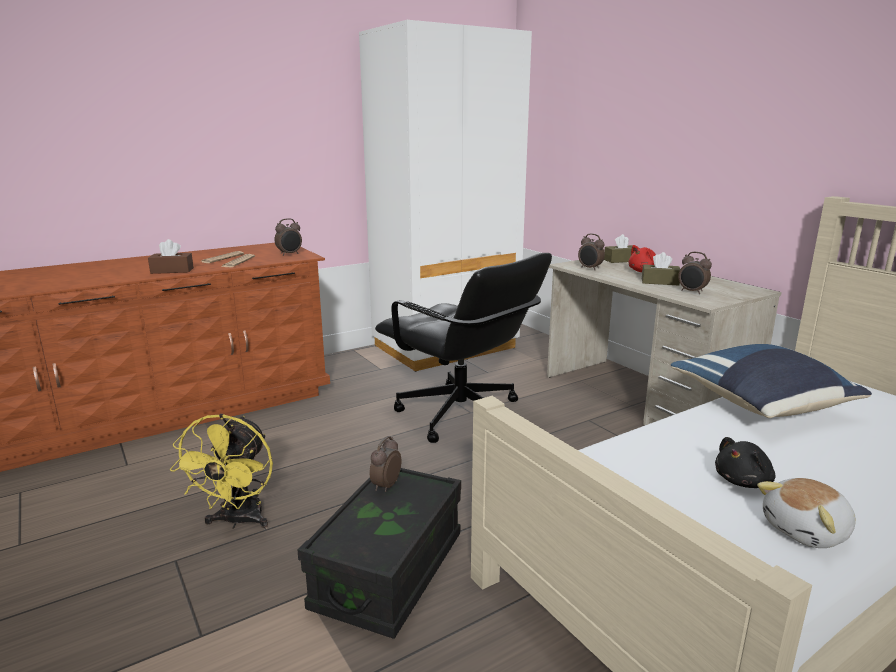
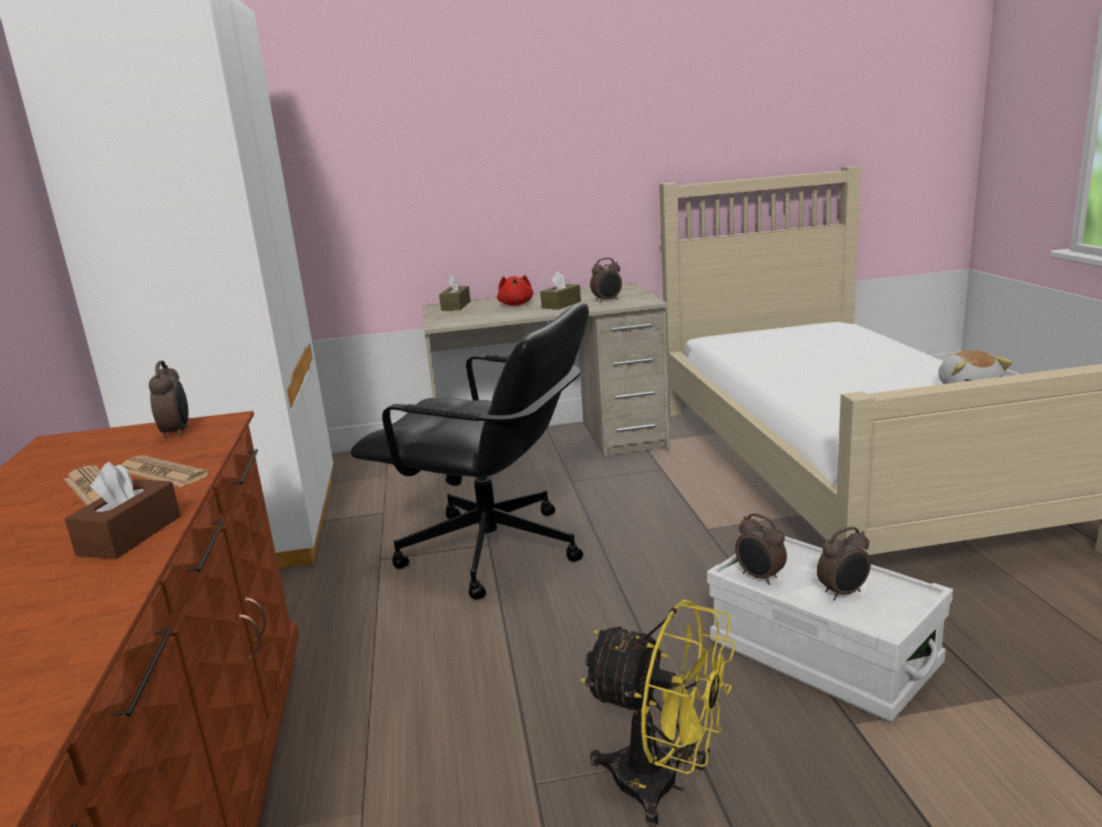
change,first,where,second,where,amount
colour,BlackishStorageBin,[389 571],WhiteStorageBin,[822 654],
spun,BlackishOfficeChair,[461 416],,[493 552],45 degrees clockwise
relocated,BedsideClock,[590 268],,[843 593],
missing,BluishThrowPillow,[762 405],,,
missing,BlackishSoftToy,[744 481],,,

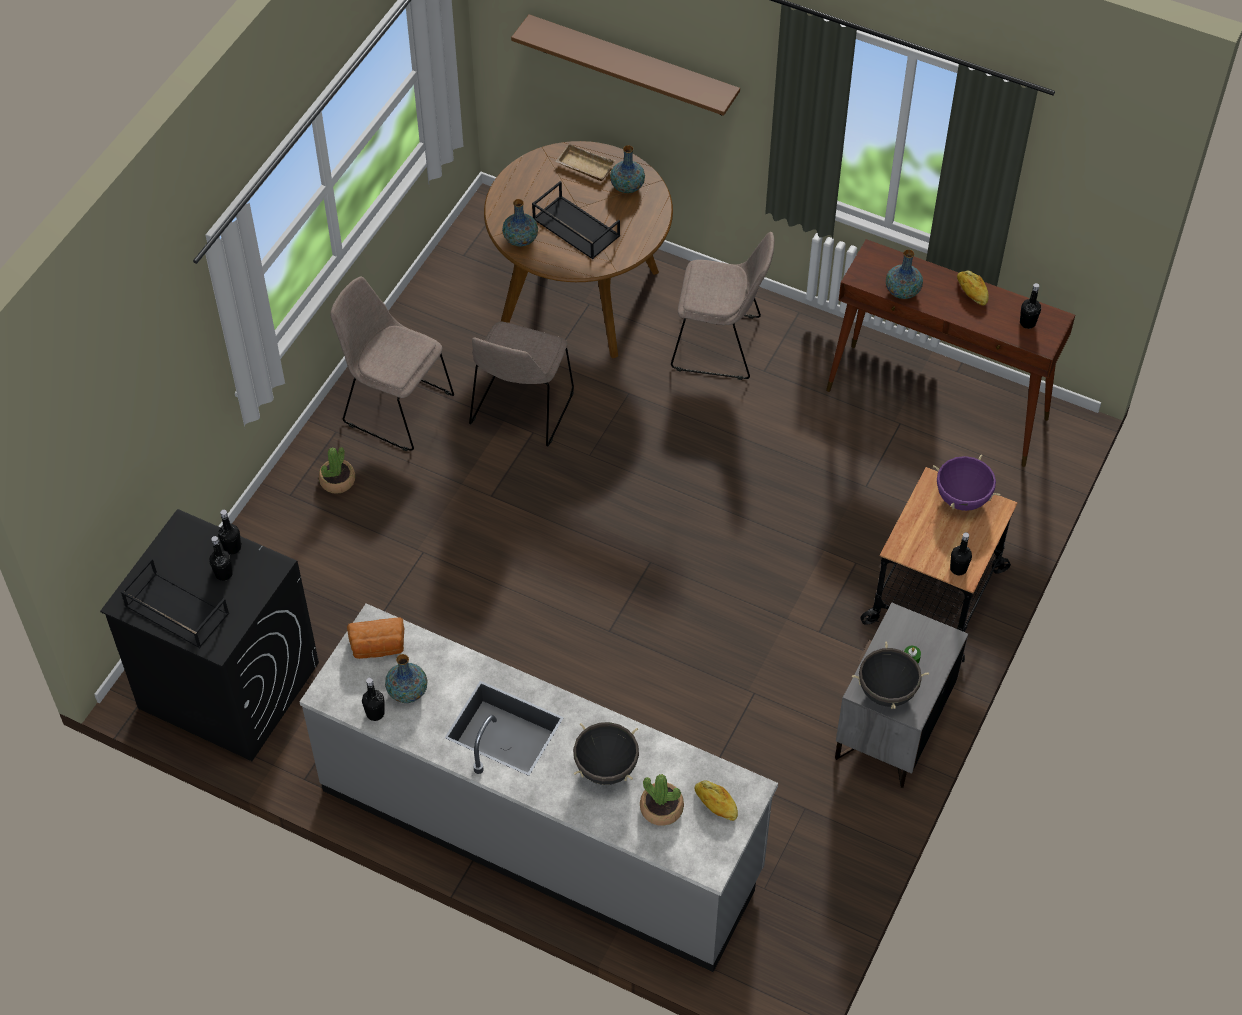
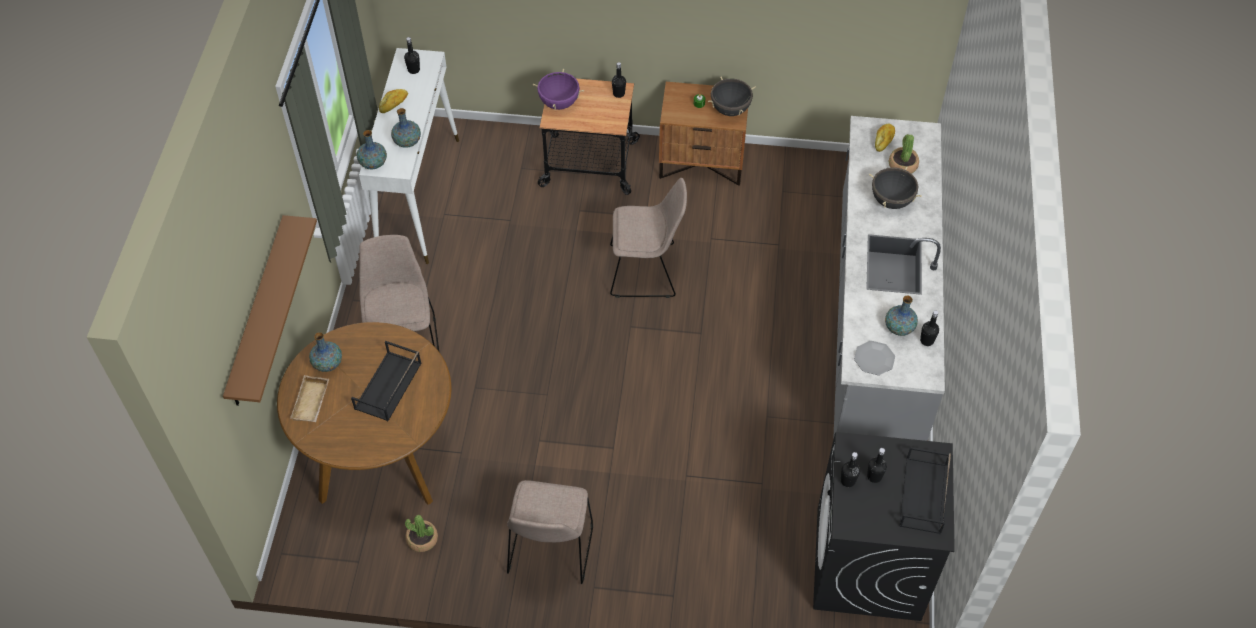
change,first,where,second,where,amount
relocated,PottedPlant,[337 480],,[422 539],
exchanged,Bread,[378 647],Plate,[874 359],
relocated,SandColouredUprightChair,[521 410],,[646 270],
relocated,FlowerVase,[520 239],,[373 163],
colour,BrownNarrowTable,[938 405],WhiteNarrowTable,[419 197],
colour,GrayBedsideTable,[893 728],BrownBedsideTable,[702 162],

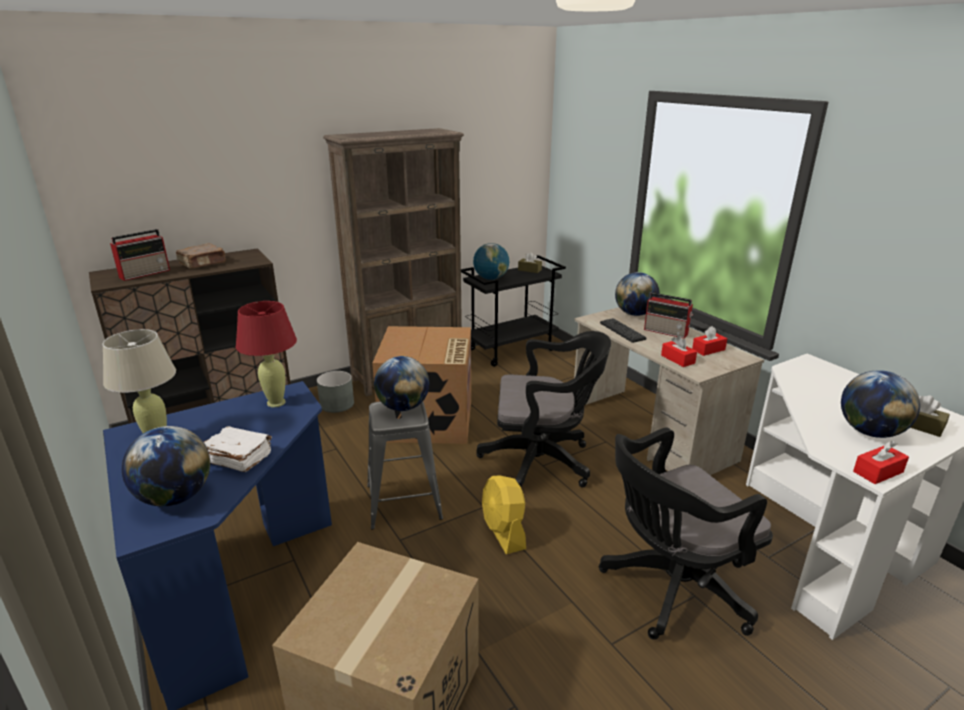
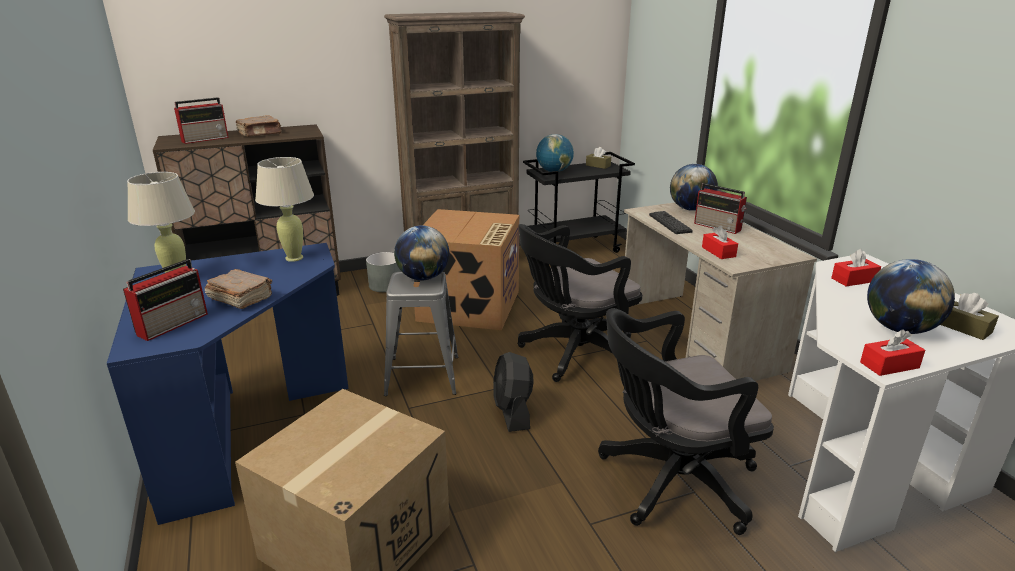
change,first,where,second,where,amount
exchanged,Globe,[175 497],RadioSet,[174 323],
colour,WhiteVolume,[237 458],BrownVolume,[240 298],
colour,RedLampForATable,[276 402],SandColouredLampForATable,[294 258],
spun,BlackishOfficeChair,[542 462],,[573 353],135 degrees clockwise
colour,YellowFan,[503 531],BlackishFan,[513 412],
relocated,RedTissueHolder,[708 350],,[854 280],

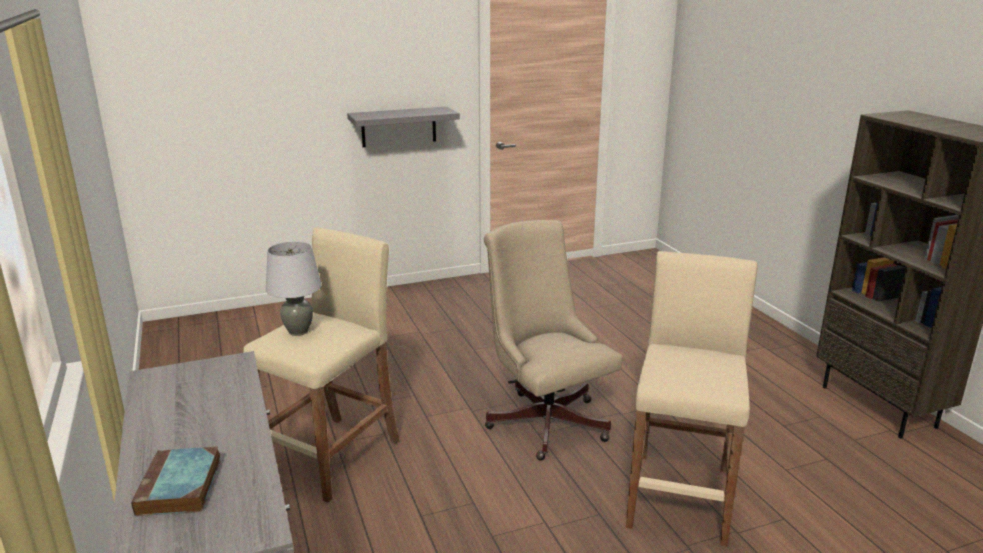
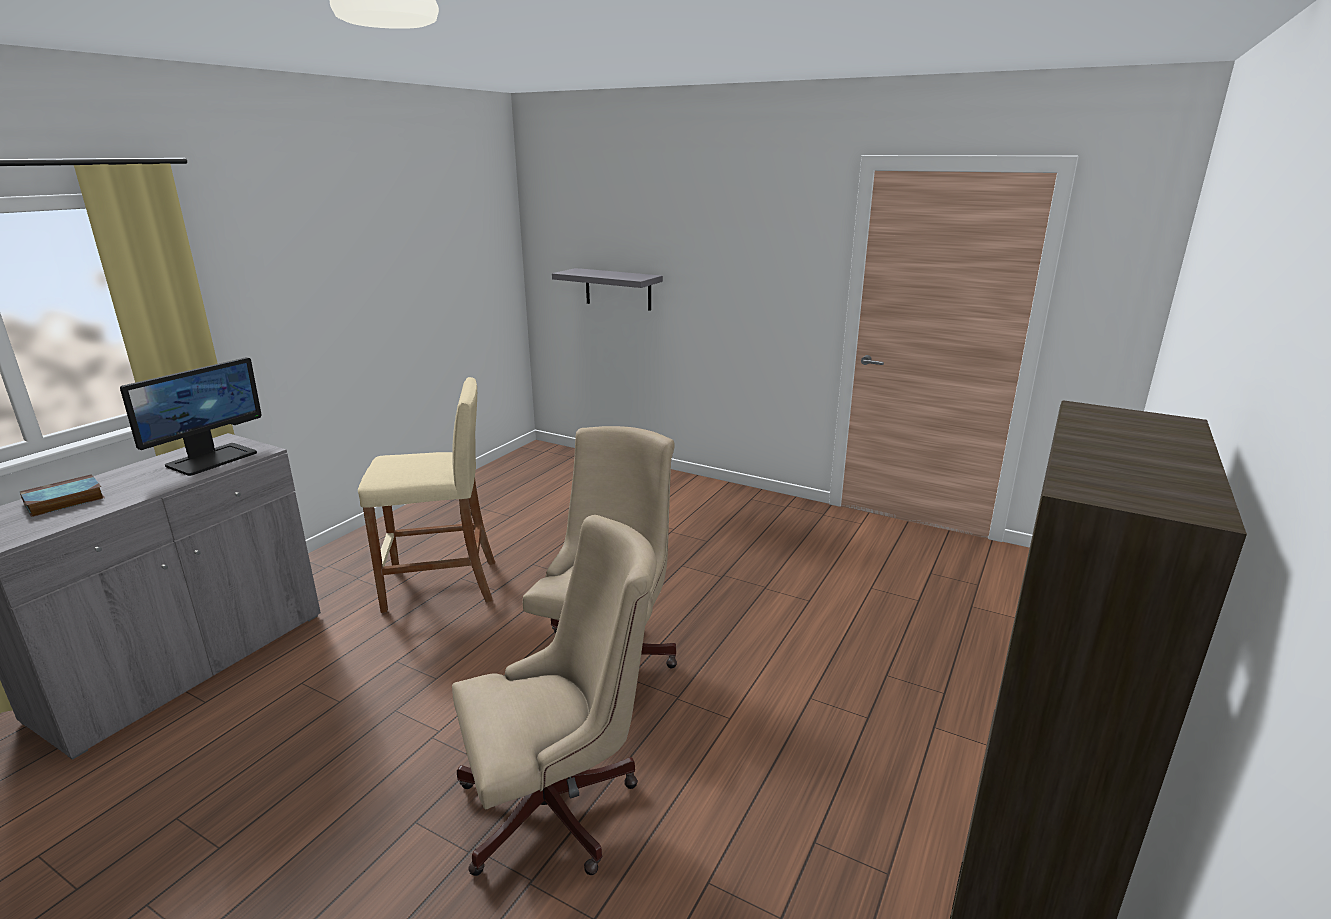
change,first,where,second,where,amount
missing,GrayLampForATable,[298 331],,,
relocated,GrayShelf,[398 127],,[618 289],
exchanged,SandColouredStoolSeat,[680 496],SandColouredOfficeChair,[560 806],
appeared,,,ComputerDisplay,[211 459],

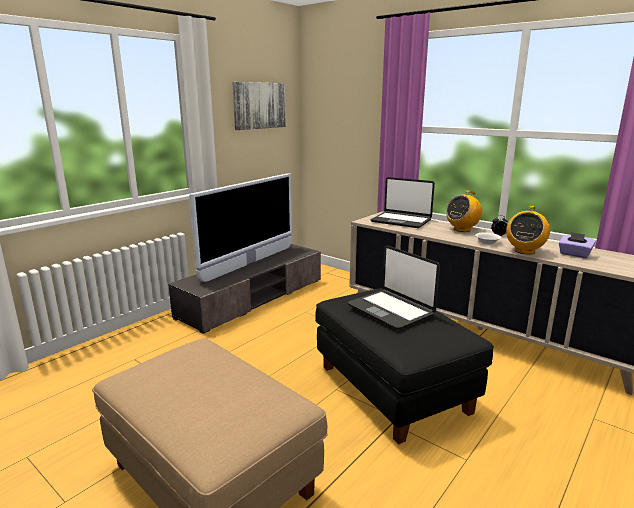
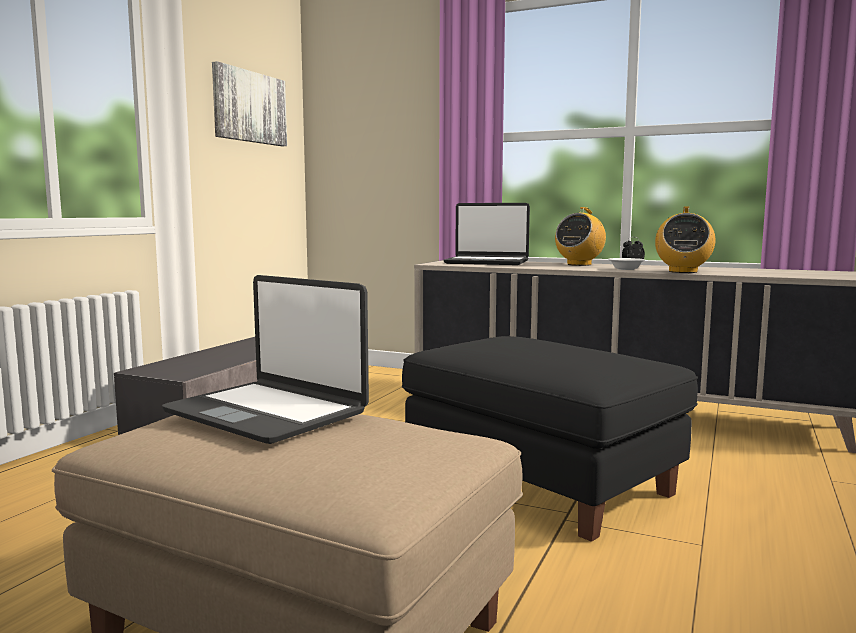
change,first,where,second,where,amount
missing,Television,[249 263],,,
relocated,PortableComputer,[391 310],,[267 412],
missing,PurpleTissueHolder,[574 254],,,

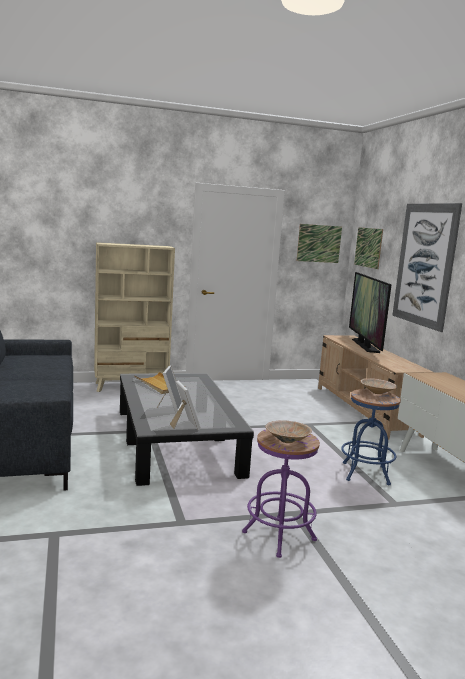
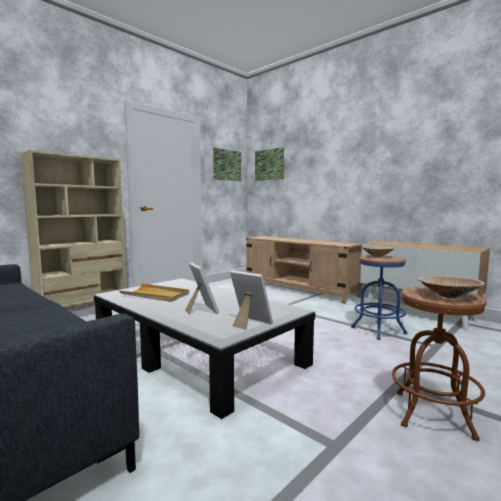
change,first,where,second,where,amount
colour,PurpleStoolSeat,[279 536],BrownStoolSeat,[433 414],
missing,Television,[364 345],,,
missing,Picture,[425 264],,,

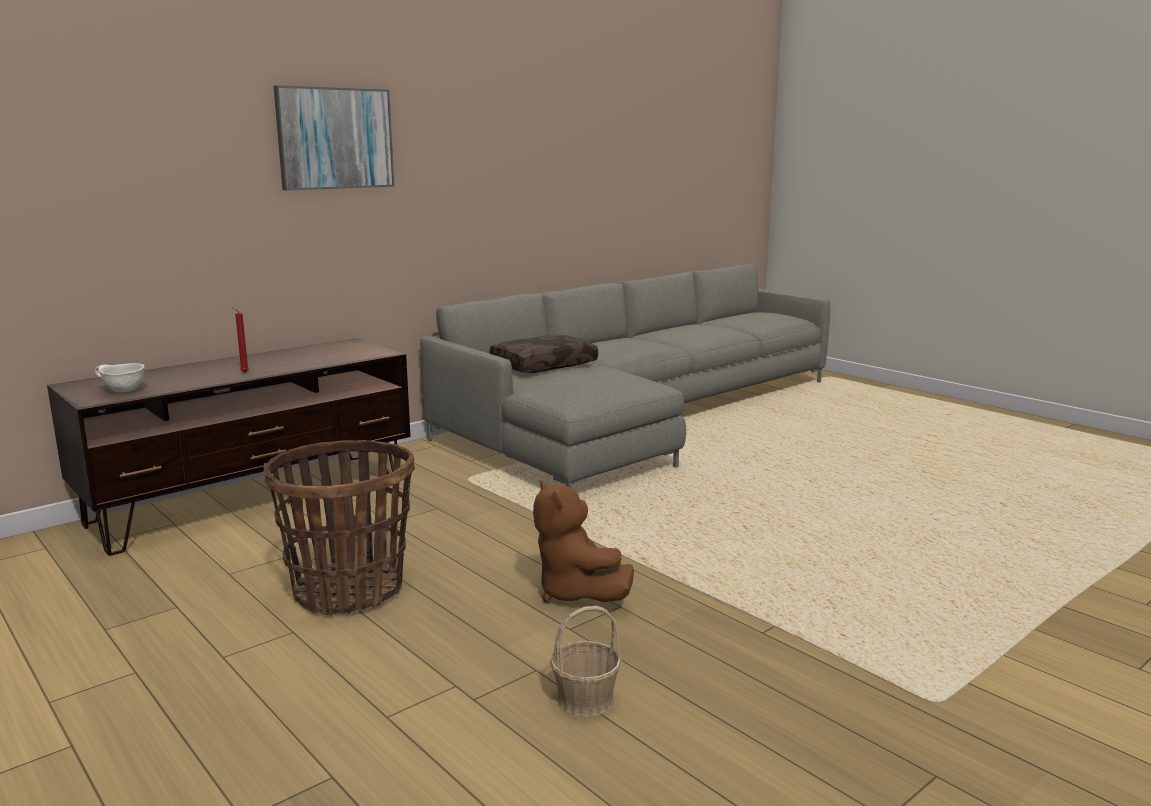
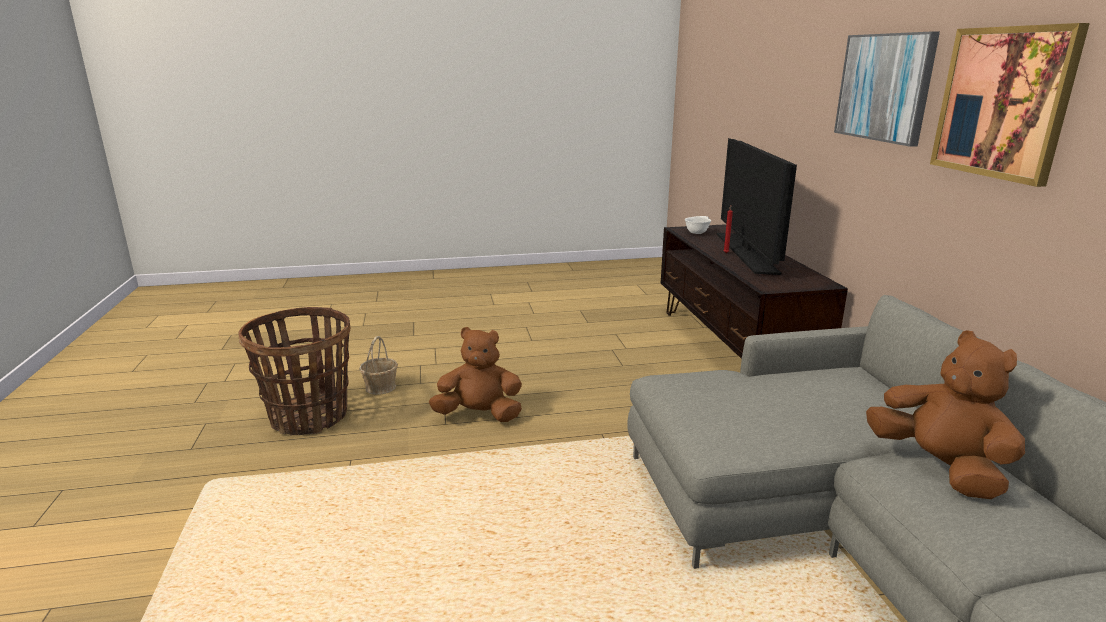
change,first,where,second,where,amount
relocated,StorageBasket,[349 591],,[309 416],
missing,BrownThrowPillow,[543 365],,,
appeared,,,Television,[747 253],
appeared,,,BrownSoftToy,[938 467],
appeared,,,Picture,[1003 103],

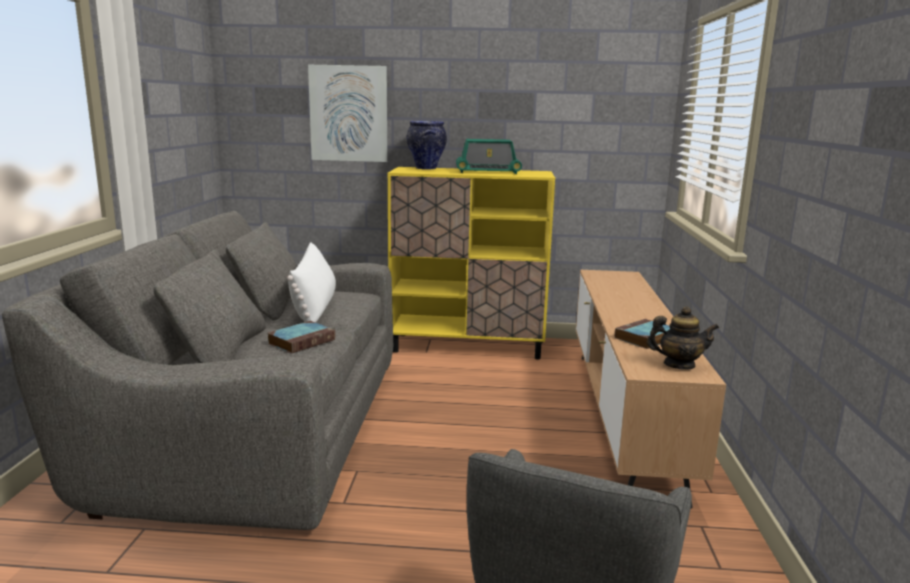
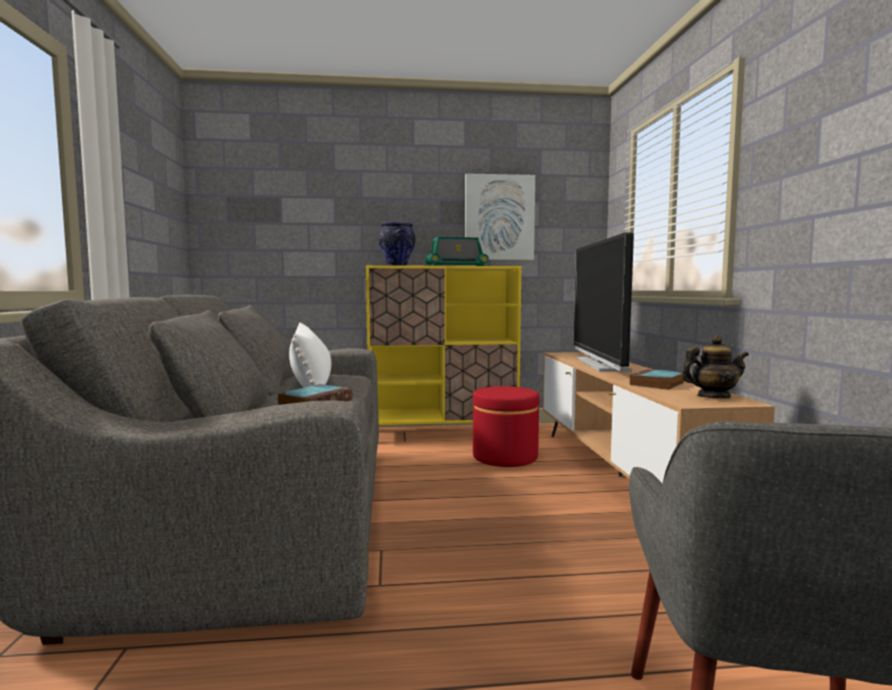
change,first,where,second,where,amount
relocated,Picture,[349 113],,[499 217],
appeared,,,RedFootrest,[505 457],
appeared,,,Television,[601 364],

